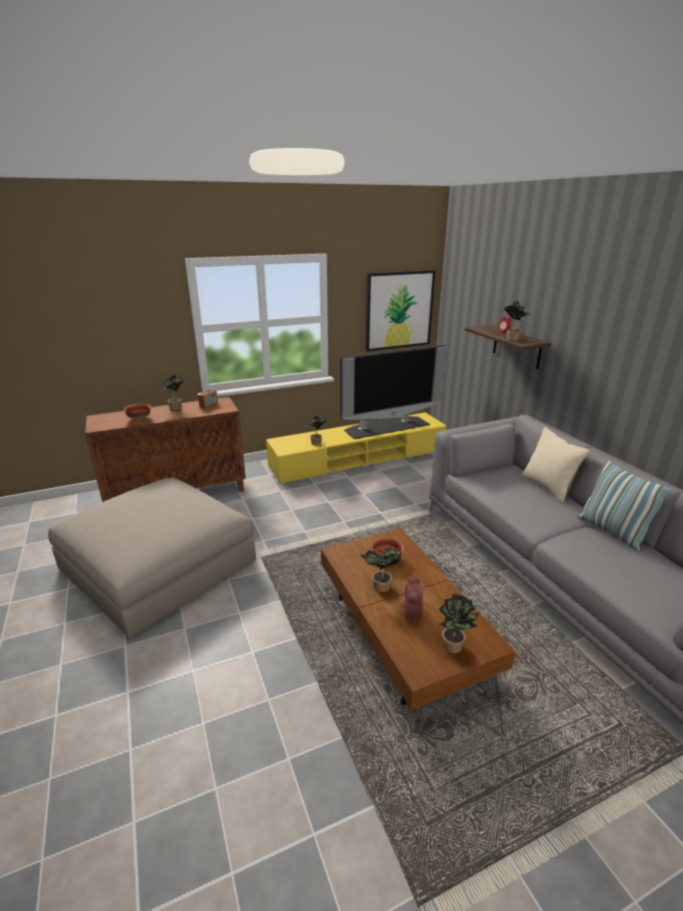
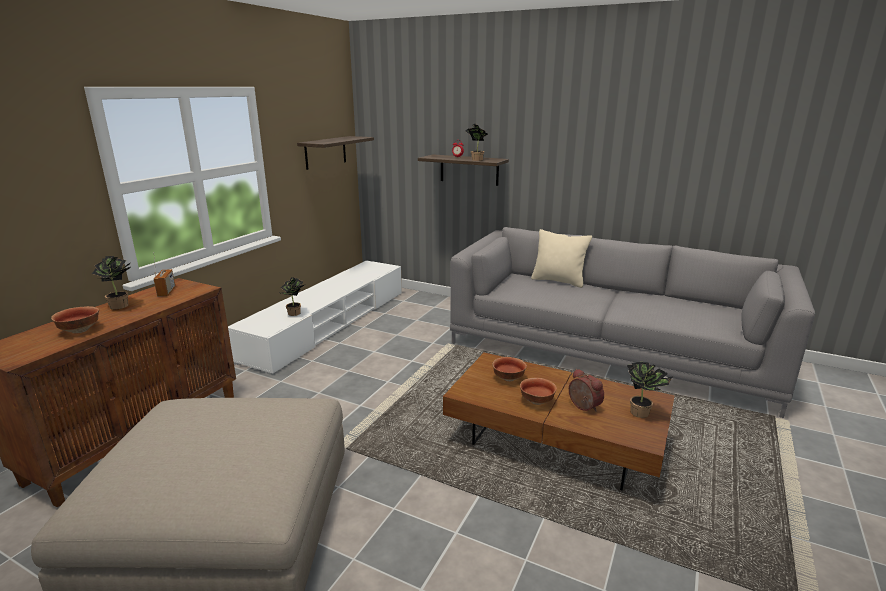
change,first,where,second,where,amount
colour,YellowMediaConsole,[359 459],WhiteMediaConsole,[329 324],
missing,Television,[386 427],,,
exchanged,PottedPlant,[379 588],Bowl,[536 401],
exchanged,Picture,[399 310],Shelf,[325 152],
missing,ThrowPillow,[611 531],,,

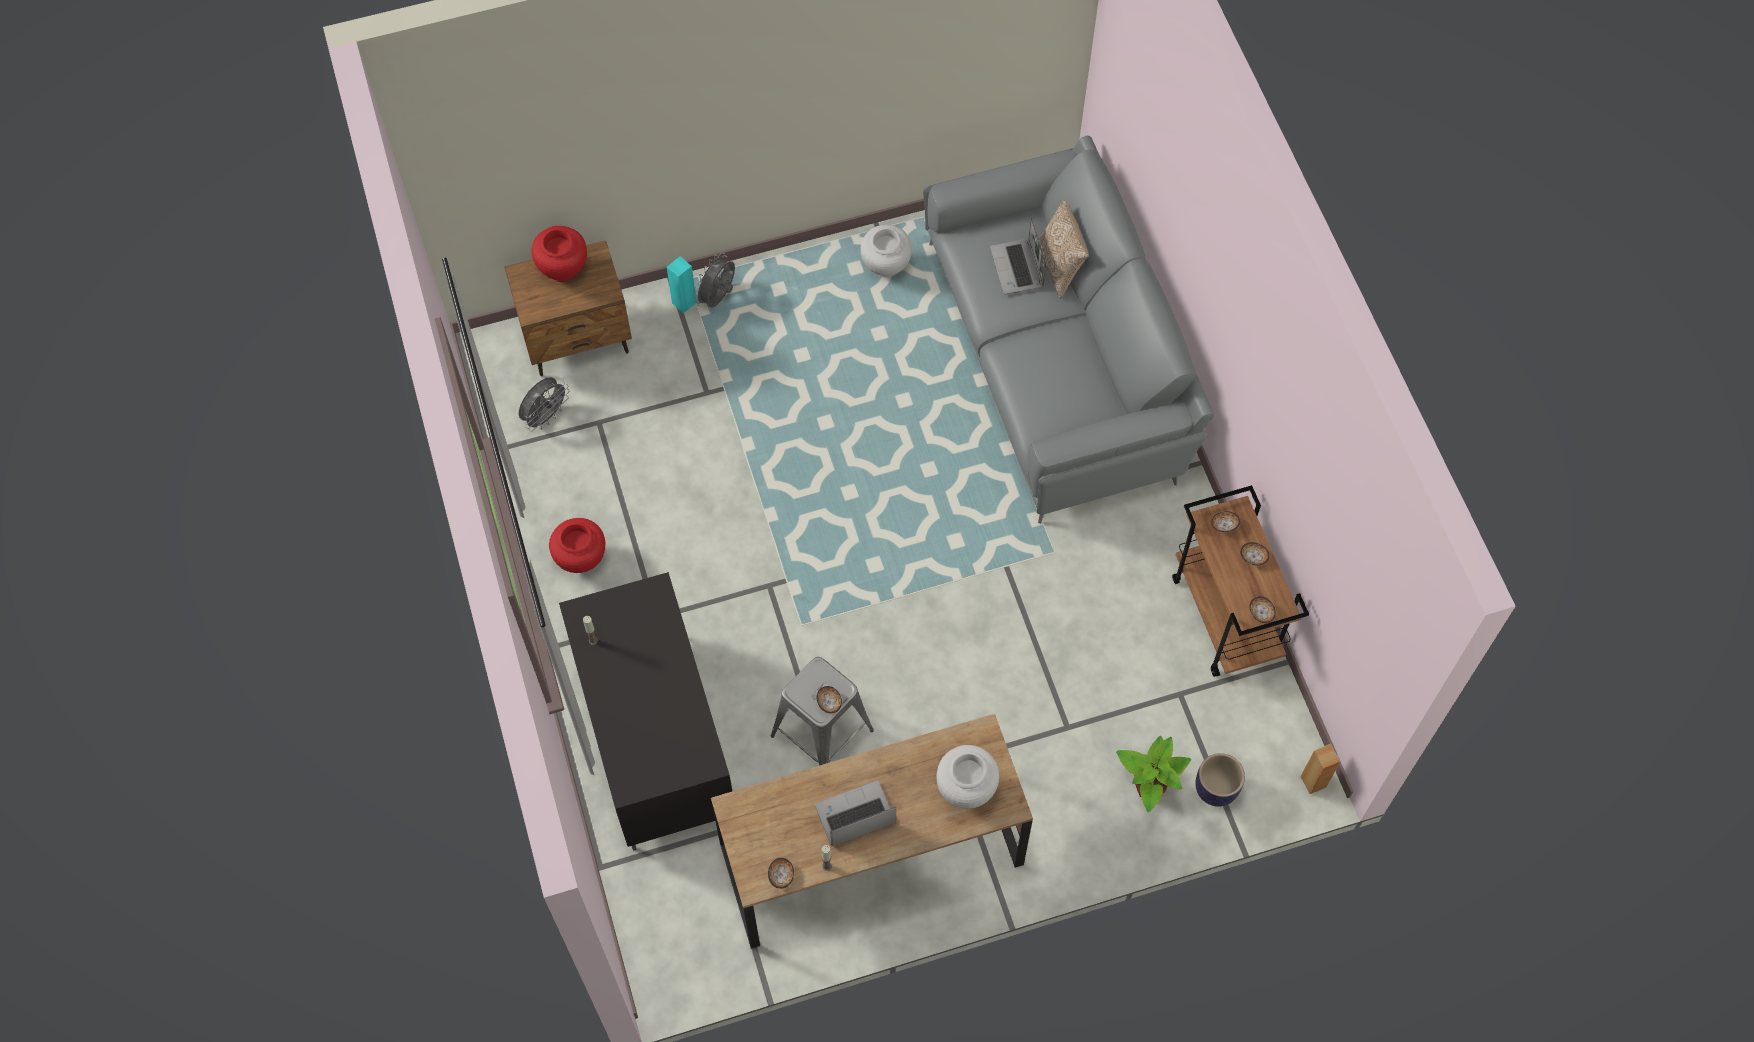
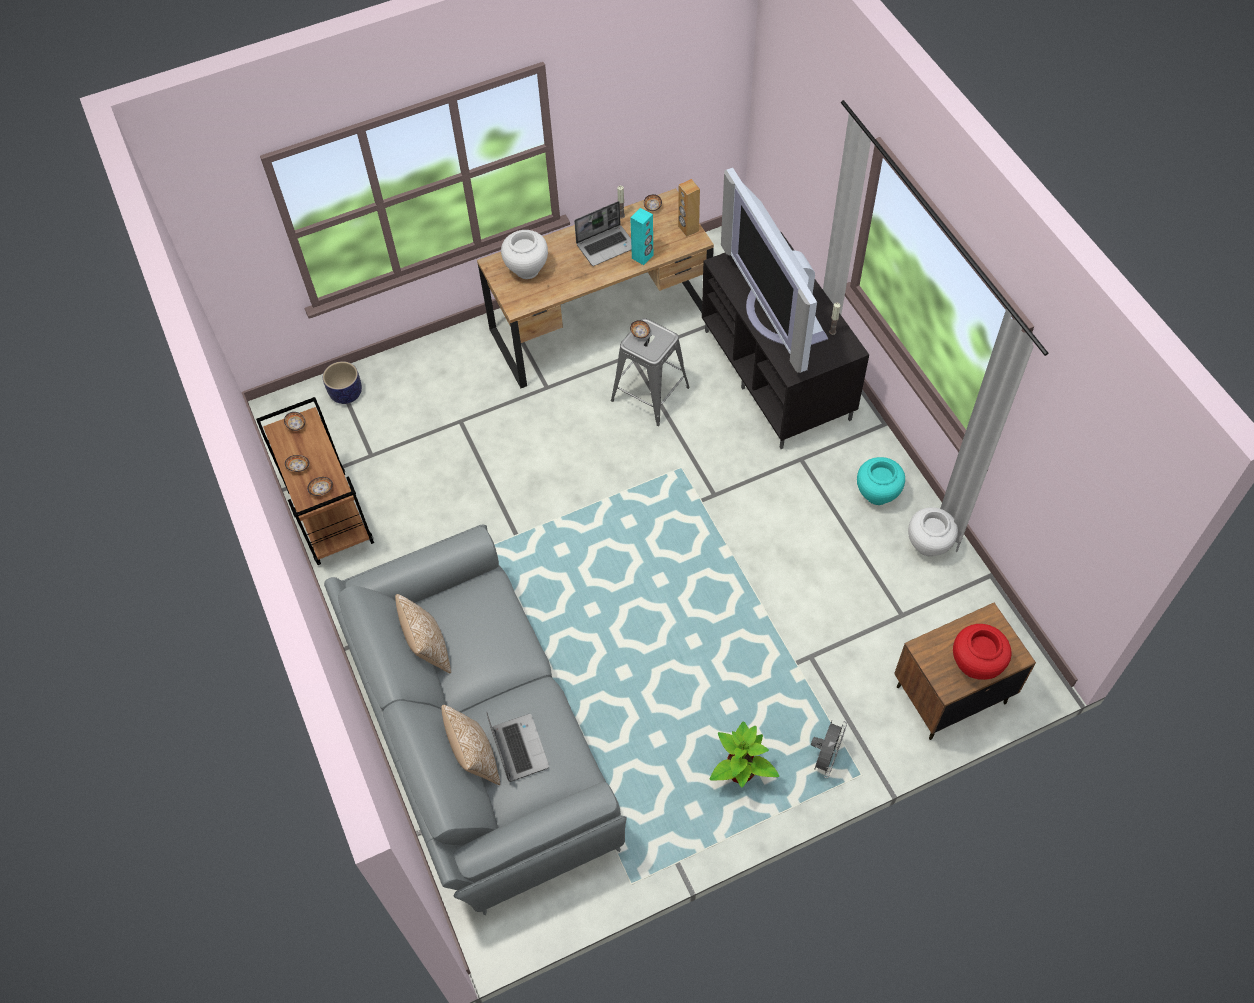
change,first,where,second,where,amount
missing,GrayFan,[545 416],,,
colour,RedFlowerVase,[581 560],BlueGreenFlowerVase,[877 495],
relocated,BlueGreenAudioSpeaker,[684 302],,[642 257],
relocated,WhiteFlowerVase,[886 267],,[928 546],
relocated,PottedPlant,[1149 787],,[740 774],
relocated,BrownAudioSpeaker,[1313 781],,[688 228],
appeared,,,ThrowPillow,[428 648],
appeared,,,Television,[778 313],

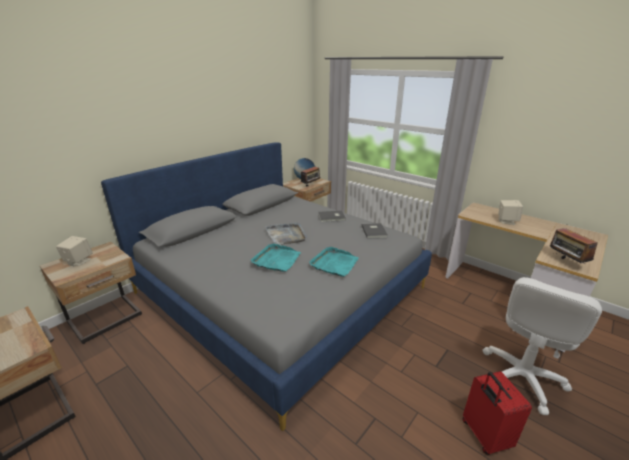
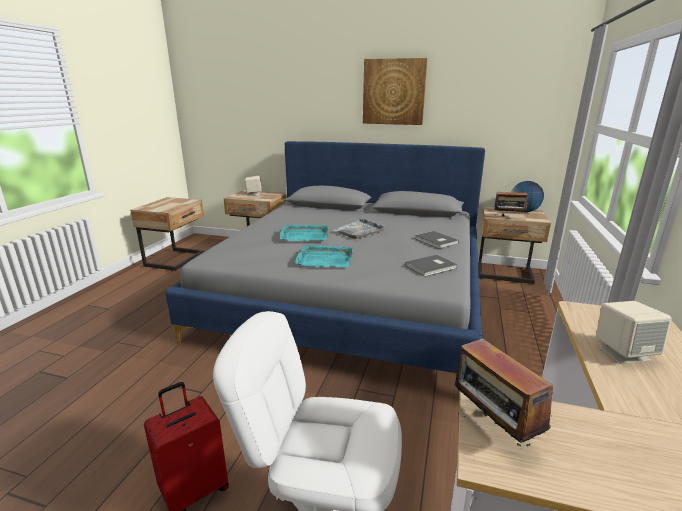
change,first,where,second,where,amount
spun,RadioSet,[566 262],,[492 428],75 degrees counterclockwise
appeared,,,Picture,[394 92],

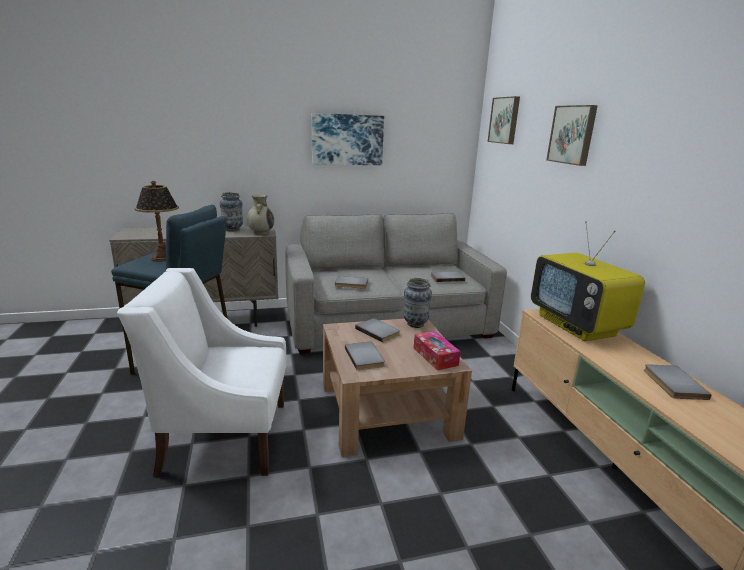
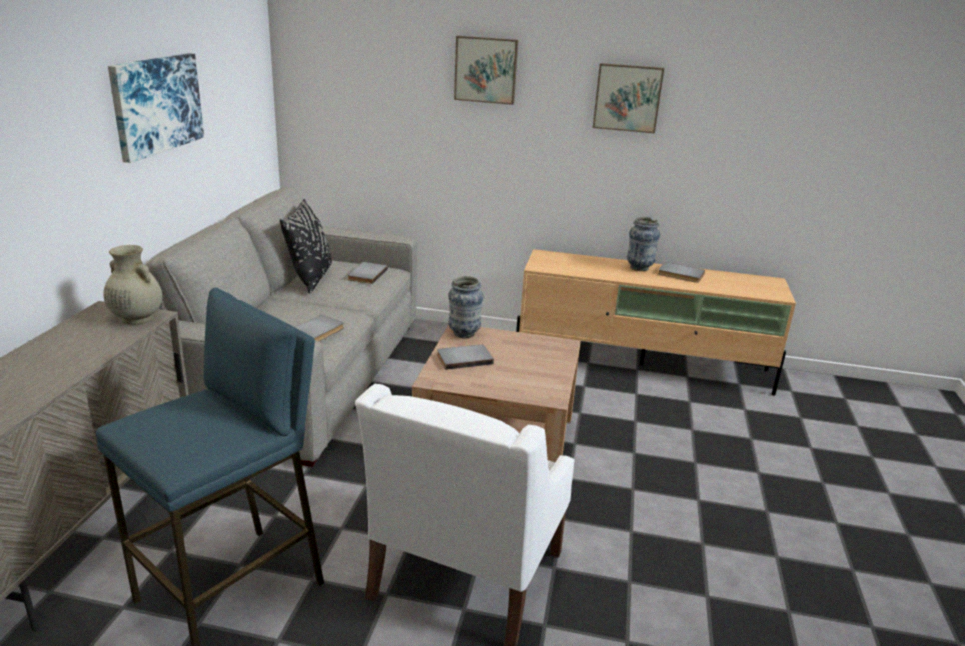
change,first,where,second,where,amount
missing,LampForATable,[163 258],,,
relocated,FlowerVase,[233 230],,[639 268],
missing,GrayVolume,[366 357],,,
missing,TissueHolder,[435 356],,,
relocated,Picture,[505 120],,[627 97],
missing,Television,[577 326],,,
appeared,,,BlackishThrowPillow,[311 278],

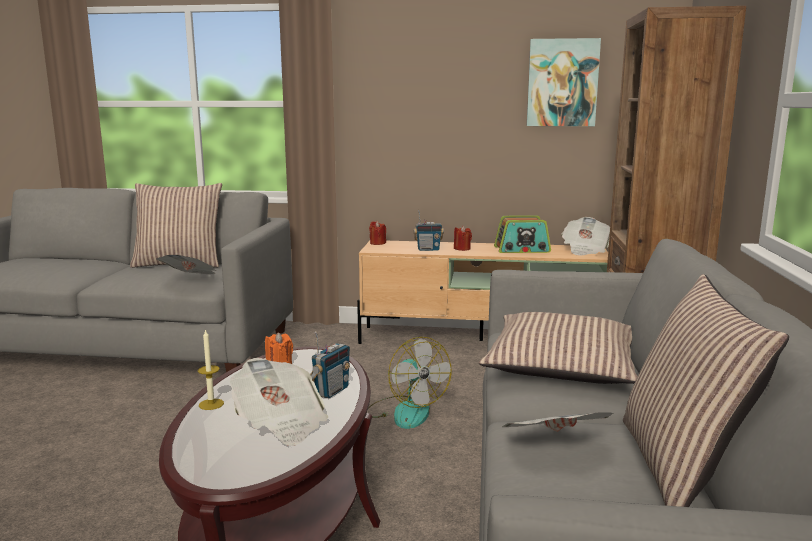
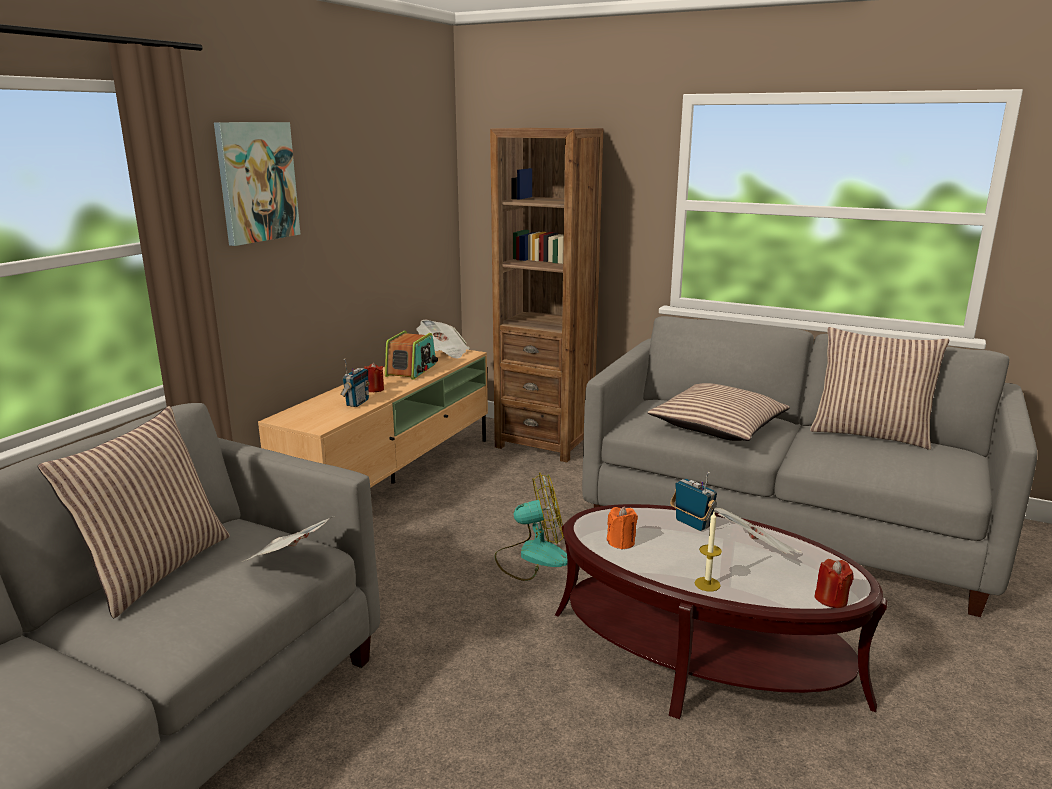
change,first,where,second,where,amount
relocated,RedWaxLight,[377 243],,[831 599],
missing,PrintedPaper,[553 448],,,
relocated,Picture,[562 83],,[257 182],

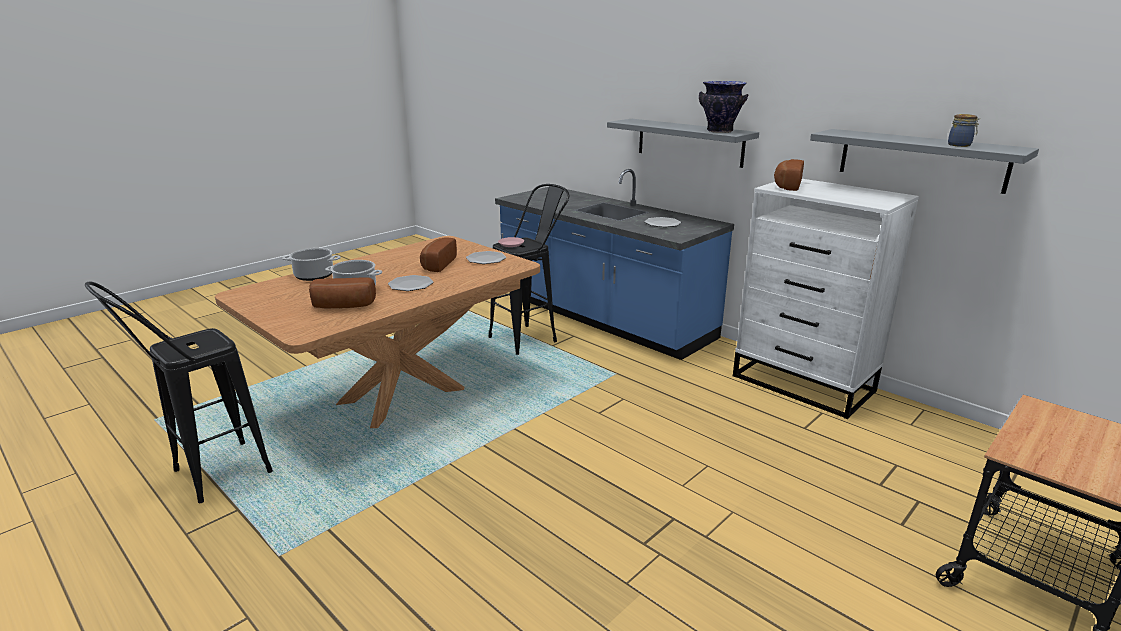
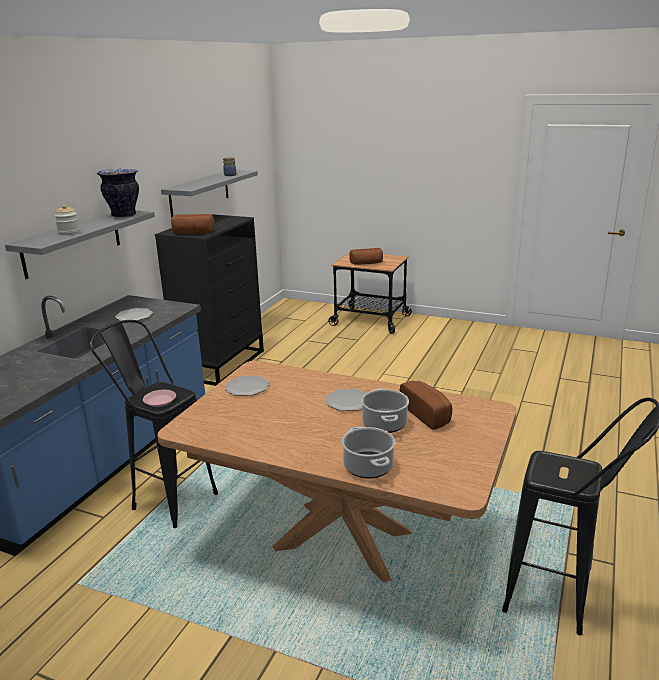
change,first,where,second,where,amount
relocated,Bread,[437 264],,[367 263],
colour,WhiteChestOfDrawers,[804 384],BlackishChestOfDrawers,[221 363],
appeared,,,PreserveJar,[69 233],

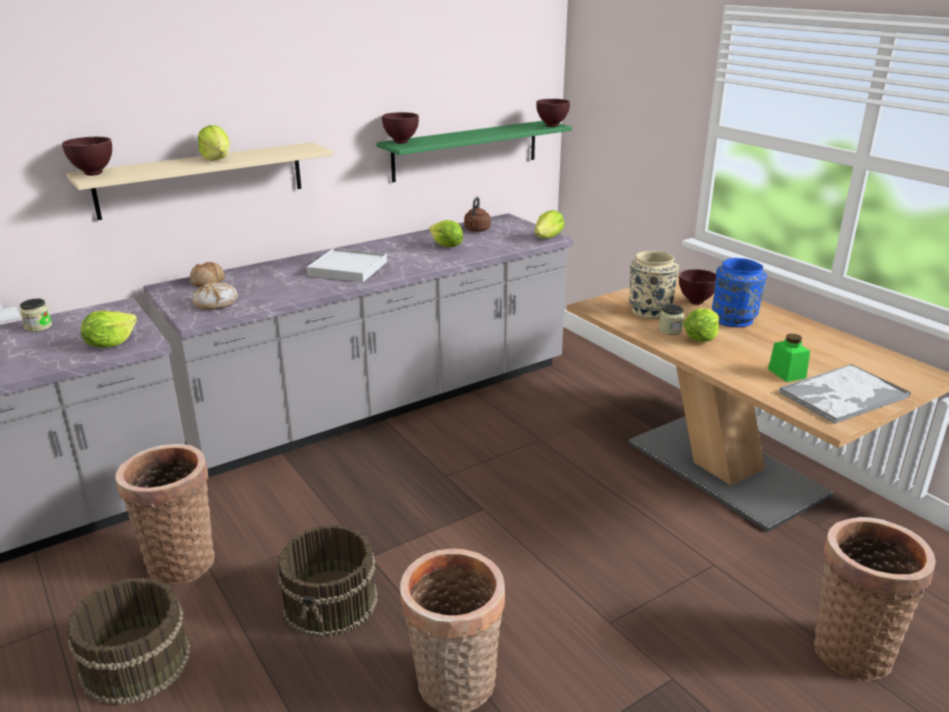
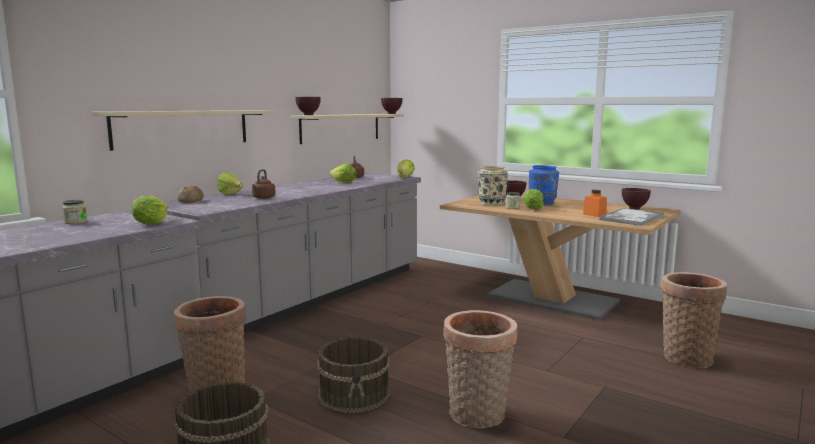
change,first,where,second,where,amount
relocated,BrownBowl,[94 173],,[634 209],
missing,Bread,[216 303],,,
relocated,HeadOfLettuce,[217 159],,[230 194],
missing,WhiteServingTray,[347 268],,,
colour,GreenShelf,[466 150],SandColouredShelf,[341 127],
colour,GreenPreserveJar,[786 373],OrangeColouredPreserveJar,[594 215],
appeared,,,BrownTeaKettle,[263 198],

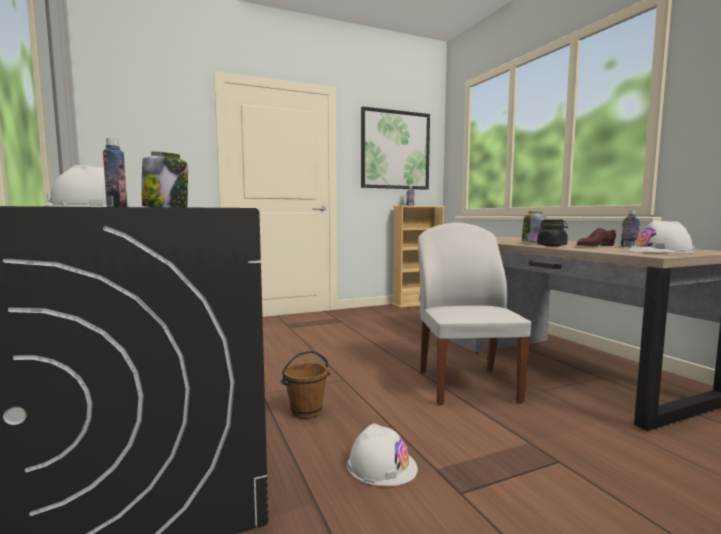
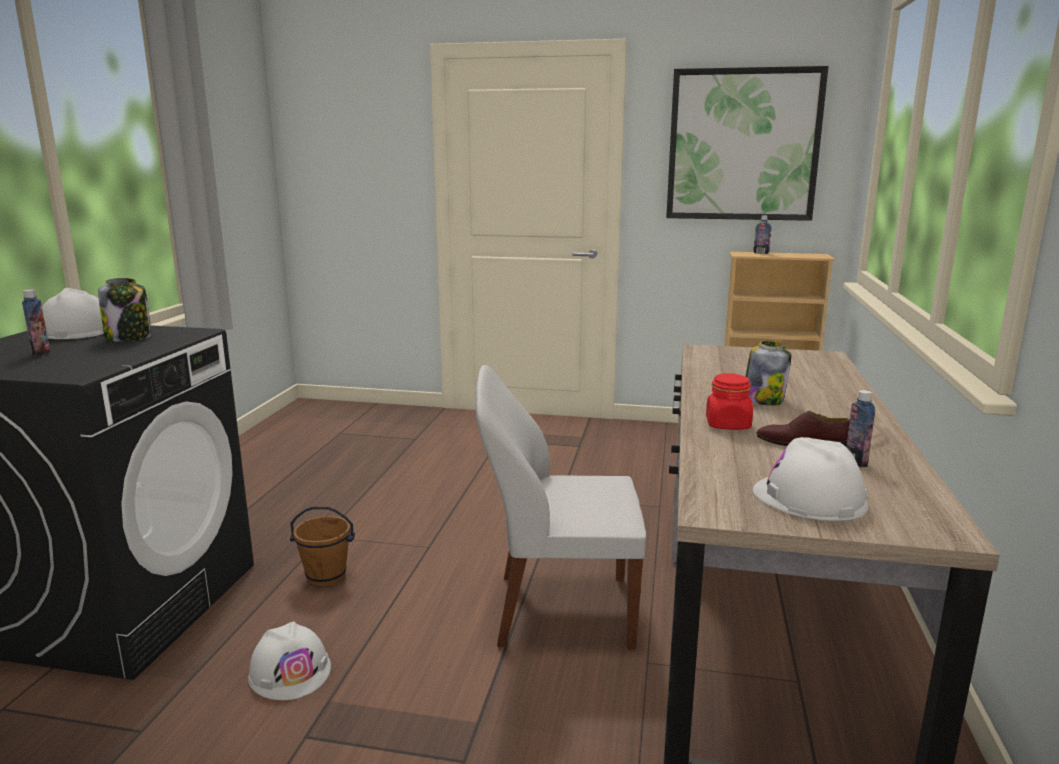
change,first,where,second,where,amount
spun,WhiteUprightChair,[466 384],,[559 610],120 degrees counterclockwise
colour,BlackishPreserveJar,[552 245],RedPreserveJar,[728 425],

